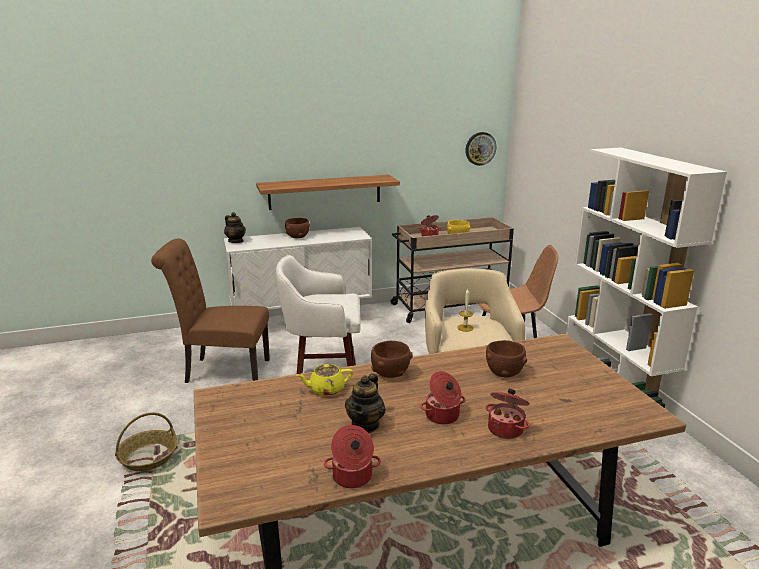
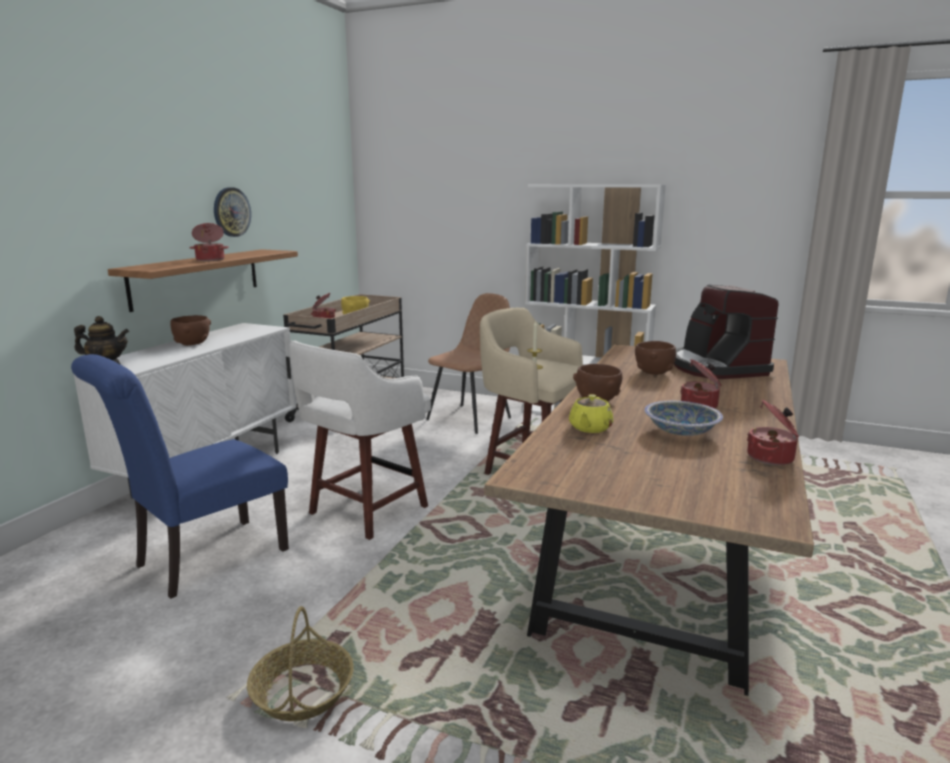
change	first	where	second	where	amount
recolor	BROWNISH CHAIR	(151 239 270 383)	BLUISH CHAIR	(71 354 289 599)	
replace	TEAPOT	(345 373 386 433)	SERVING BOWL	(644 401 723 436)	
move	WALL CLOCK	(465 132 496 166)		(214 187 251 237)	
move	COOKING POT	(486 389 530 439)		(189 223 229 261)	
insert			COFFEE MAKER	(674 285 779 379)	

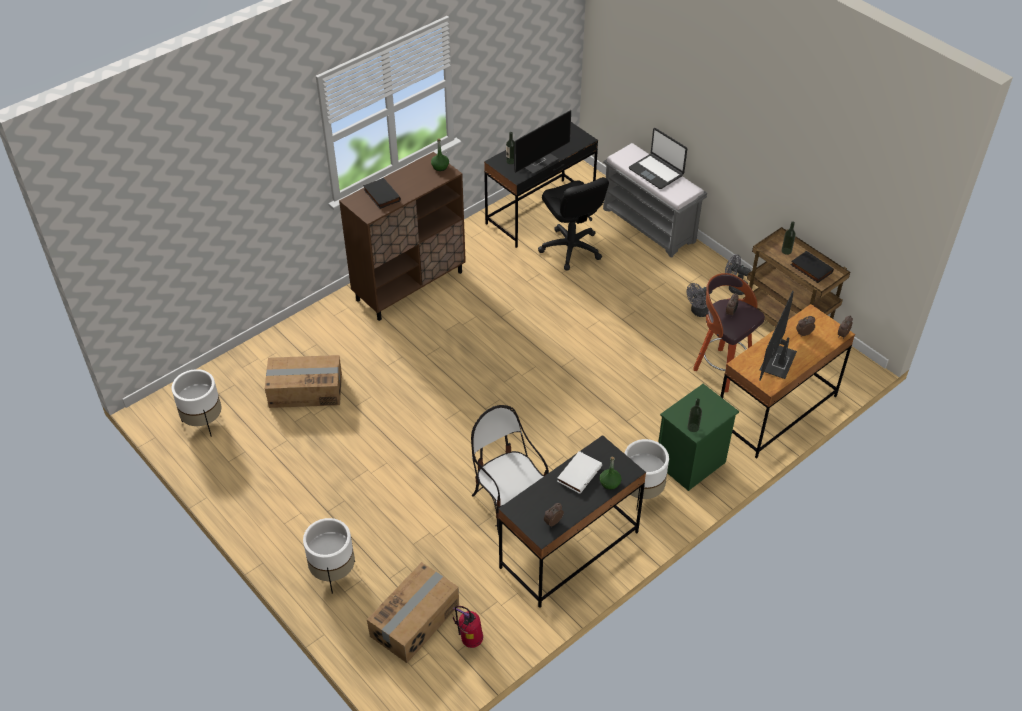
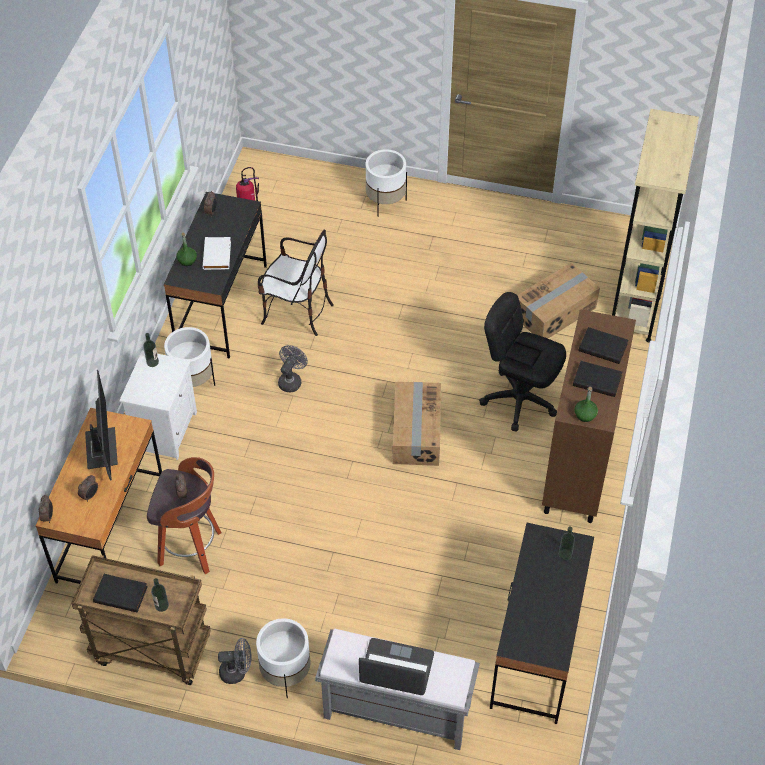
change	first	where	second	where	amount
move	WHITE-COLOURED FLOWER POT	(172 369 221 437)		(256 618 310 698)	
move	CARDBOARD BOX	(367 562 459 663)		(392 382 441 466)	
delete	COMPUTER SCREEN	(514 110 571 174)			
move	BLACKISH DESK CHAIR	(538 177 609 271)		(479 292 566 431)	
recolor	GREEN-COLOURED NIGHTSTAND	(658 384 739 491)	WHITE-COLOURED NIGHTSTAND	(119 351 197 460)	
move	GREYISH COOLING FAN	(687 283 713 317)		(278 345 308 392)	
insert			BLACKISH VOLUME	(573 361 622 397)	
insert			SAND-COLOURED SHELVING UNIT	(612 109 699 342)	

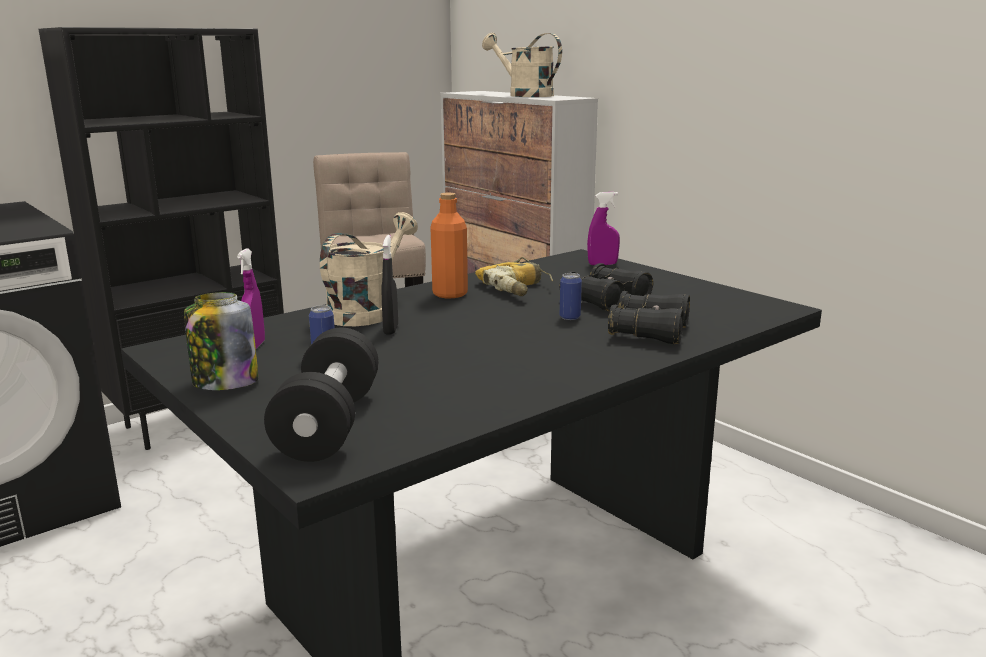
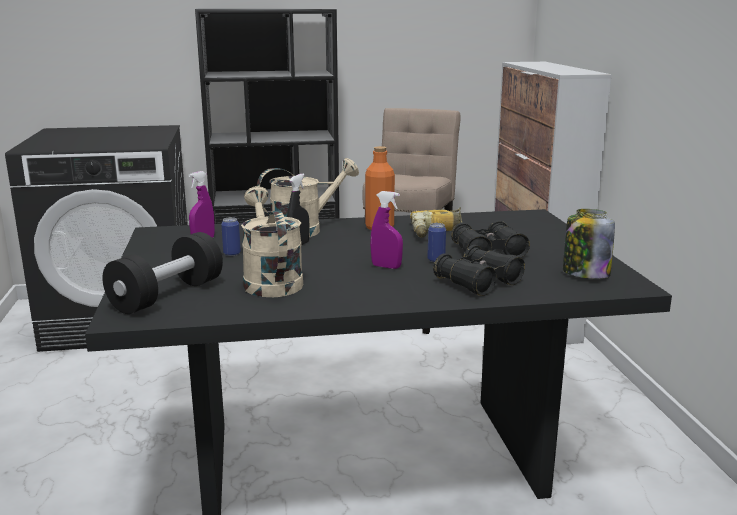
change	first	where	second	where	amount
move	JAR	(184 292 259 390)		(563 209 615 279)	
move	SAND-COLOURED WATERING POT	(482 33 562 97)		(241 186 303 297)	
move	PURPLISH HAND SPRAYER	(587 192 620 265)		(370 191 403 269)	

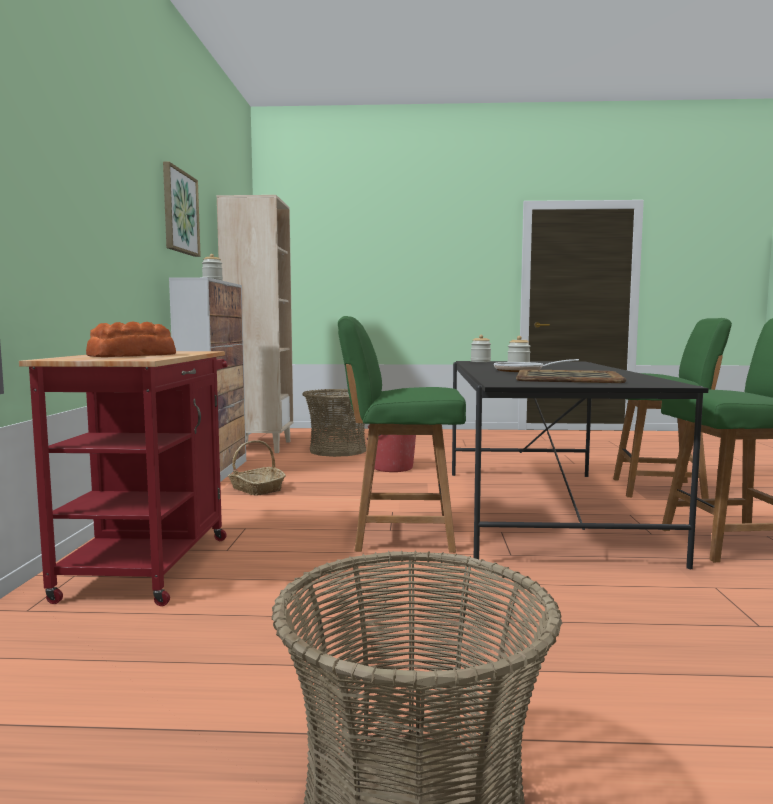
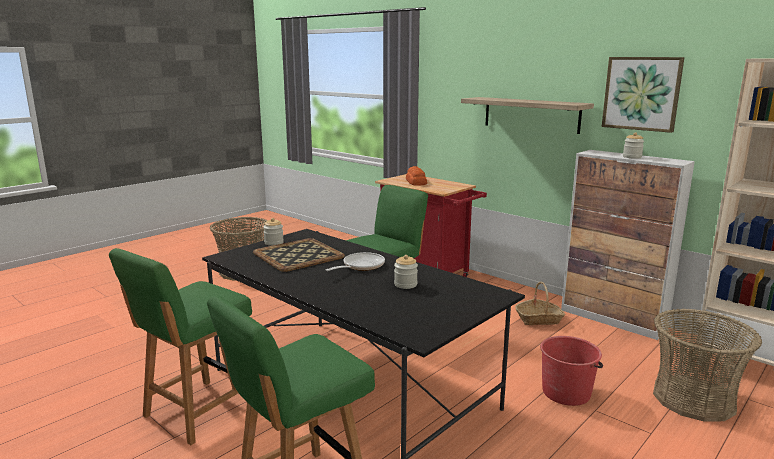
change	first	where	second	where	amount
move	JAR	(471 335 491 362)		(263 218 284 246)	
insert			SHELF	(461 97 594 134)	

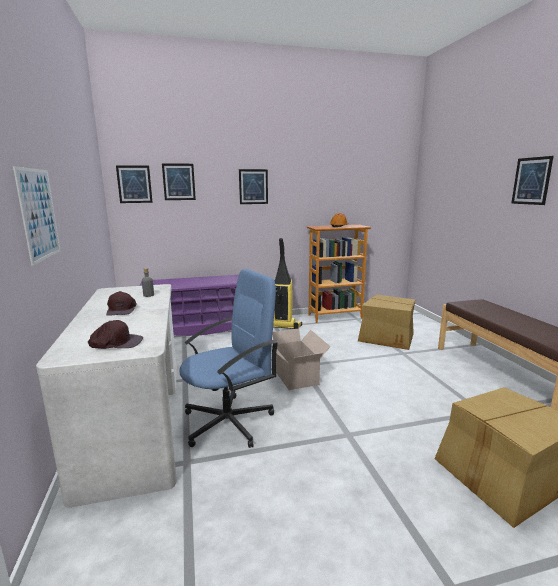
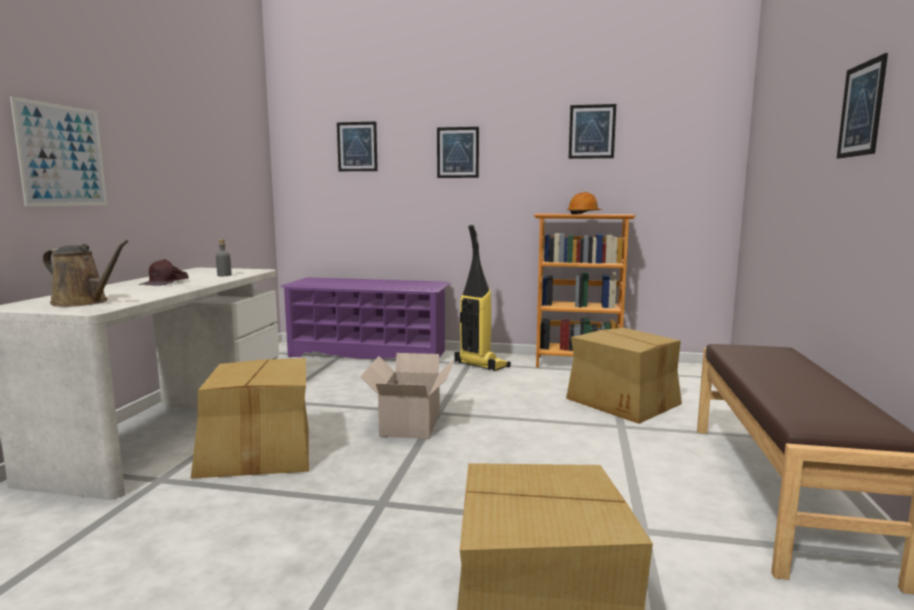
change	first	where	second	where	amount
replace	BROWNISH CAP	(88 320 143 349)	BROWNISH WATERING POT	(43 240 128 307)	
move	WALL ART	(116 165 153 203)		(569 104 616 159)	
replace	BLUISH DESK CHAIR	(180 269 279 448)	CARDBOARD BOX	(191 358 309 479)	

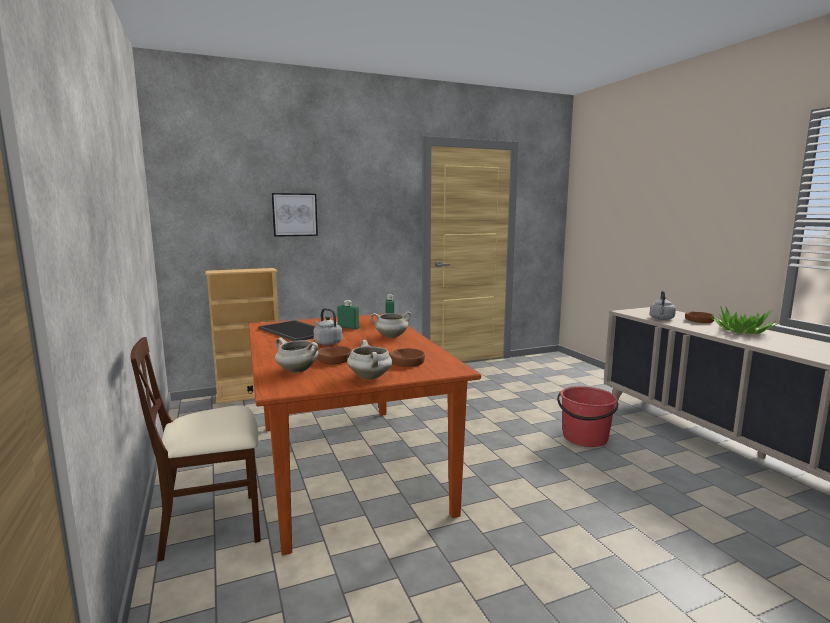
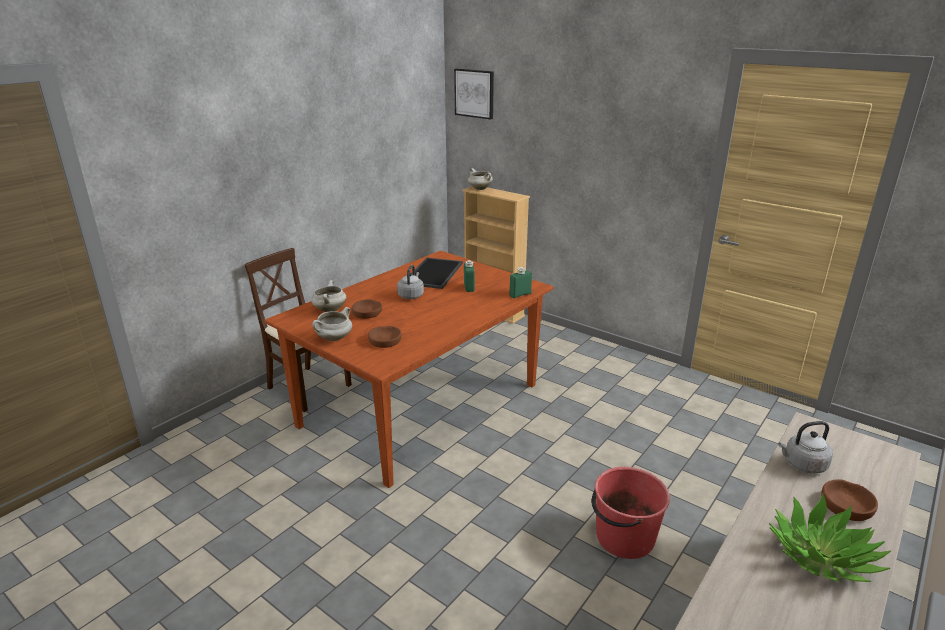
change	first	where	second	where	amount
move	WALL ART	(272 193 318 237)		(454 69 494 119)	
move	WHITE-COLOURED COOKING POT	(371 312 411 338)		(468 168 493 190)	

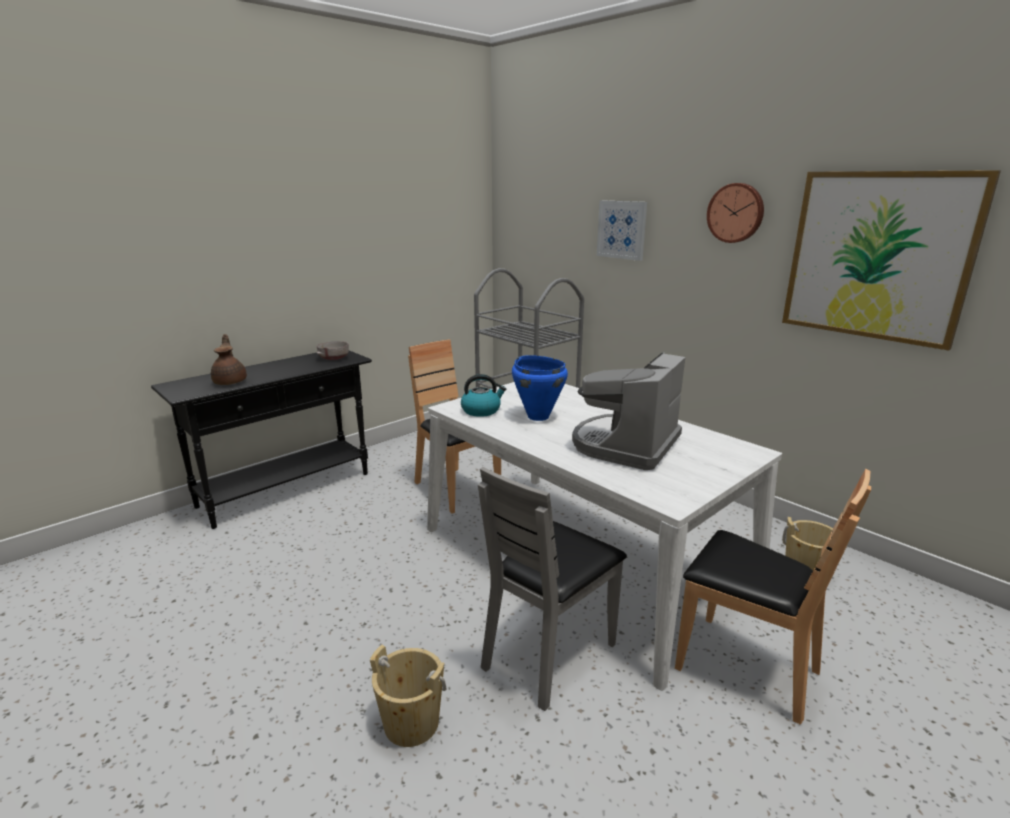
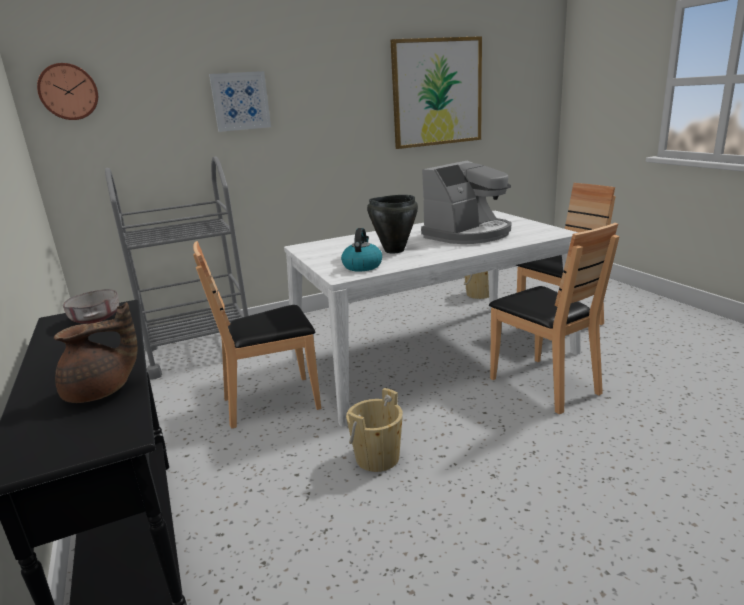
change	first	where	second	where	amount
rotate	BROWNISH TEAPOT	(211 334 247 385)		(54 302 137 403)	150 degrees clockwise
move	SAND-COLOURED WATER BUCKET	(370 645 446 747)		(346 388 403 472)	
recolor	GREYISH CHAIR	(478 467 627 711)	BROWNISH CHAIR	(489 223 620 414)	
recolor	BLUISH COOKING POT	(512 355 568 421)	BLACKISH COOKING POT	(367 195 418 253)	
rotate	COFFEE MAKER	(572 352 686 470)		(421 161 511 244)	90 degrees counterclockwise
move	WALL CLOCK	(707 183 764 243)		(37 63 98 120)	

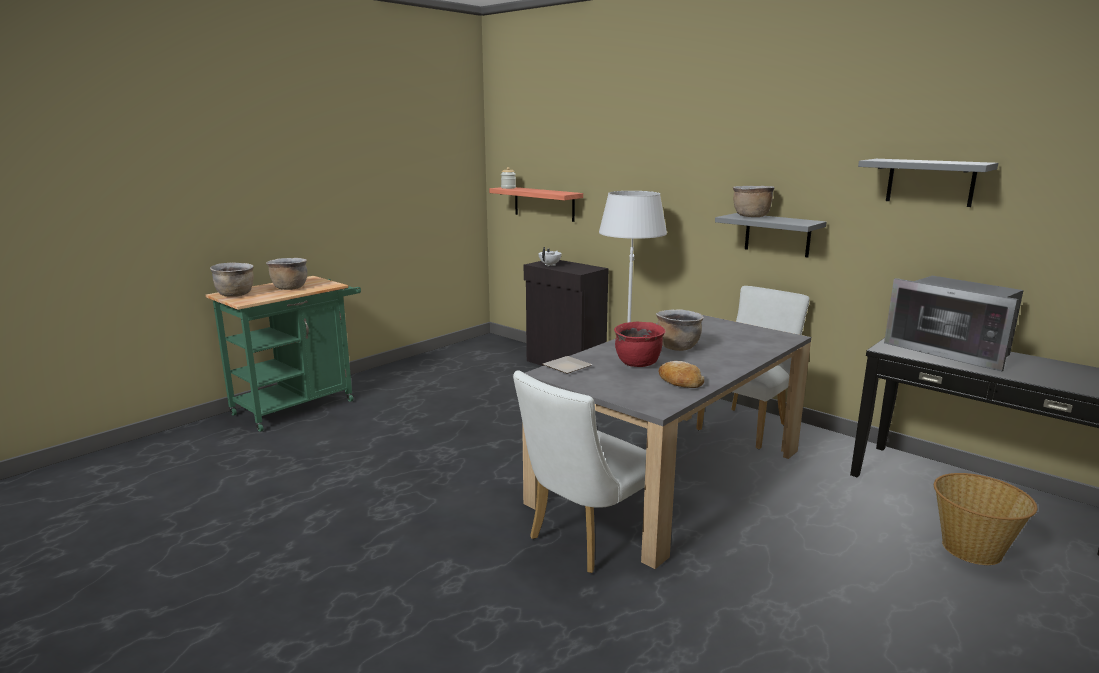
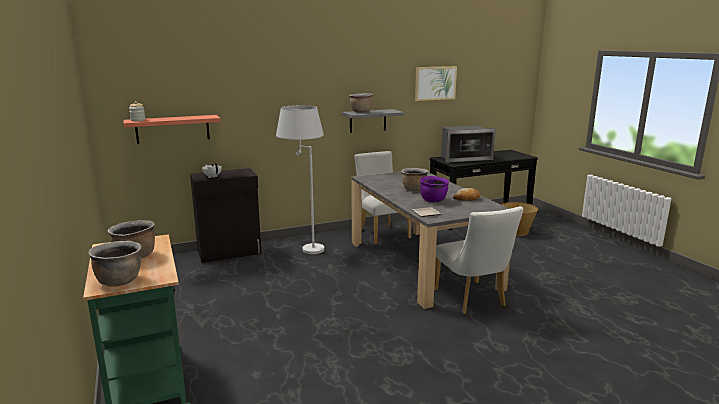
change	first	where	second	where	amount
recolor	RED-COLOURED COOKING POT	(614 322 665 367)	PURPLISH COOKING POT	(420 176 449 202)	
replace	GREYISH SHELF	(858 159 998 207)	WALL ART	(415 66 457 101)	

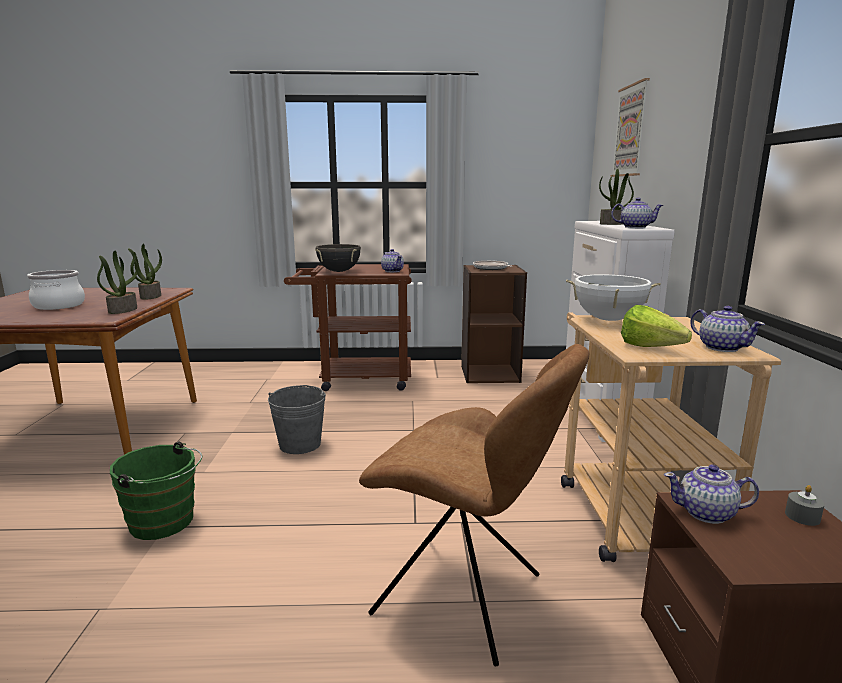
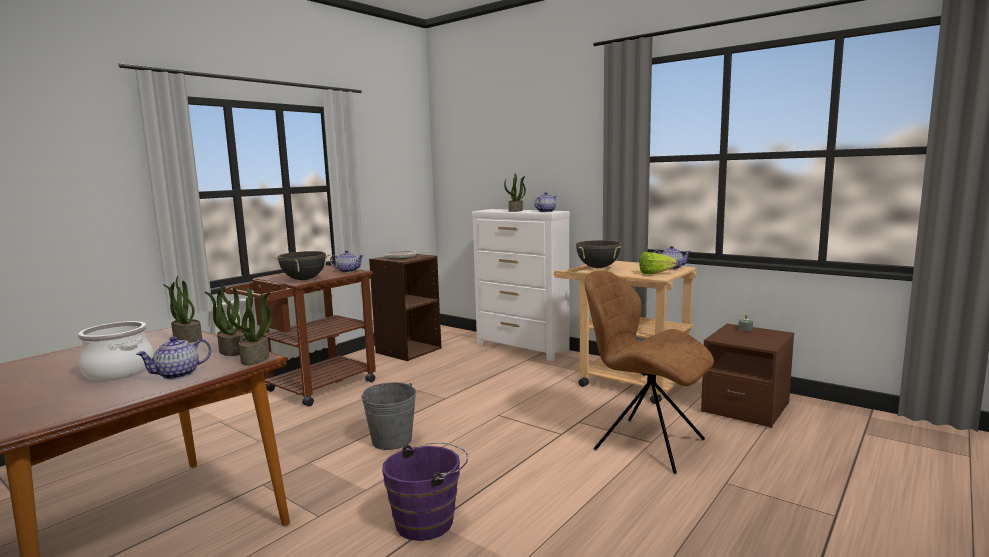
change	first	where	second	where	amount
recolor	GREEN-COLOURED WATER BUCKET	(110 441 202 540)	PURPLISH WATER BUCKET	(382 442 468 541)	
rotate	BROWNISH CHAIR	(359 344 589 667)		(584 271 714 474)	120 degrees counterclockwise
recolor	WHITE-COLOURED COOKING POT	(566 274 661 321)	BLACKISH COOKING POT	(576 240 621 268)	
delete	WALL ART	(610 78 650 177)			
move	TEAPOT	(664 464 759 524)		(136 336 211 379)	
insert			HOUSEPLANT	(227 288 272 365)	

